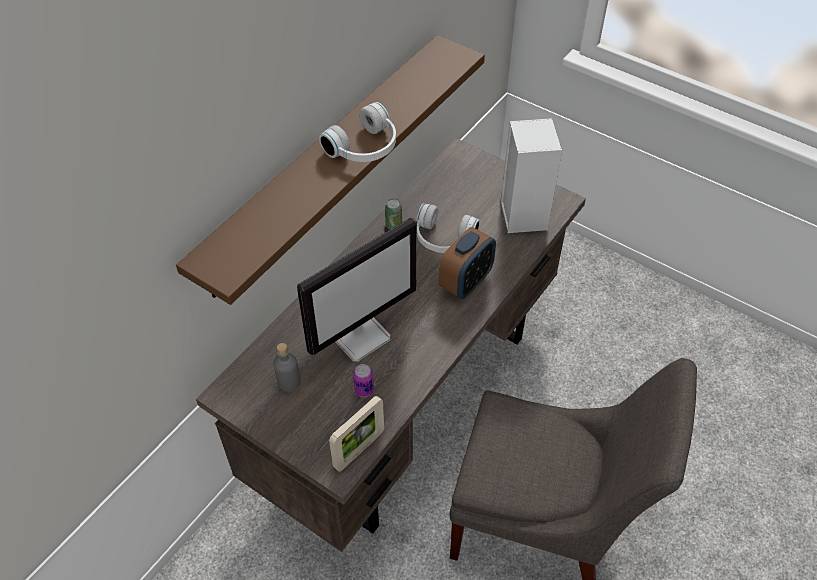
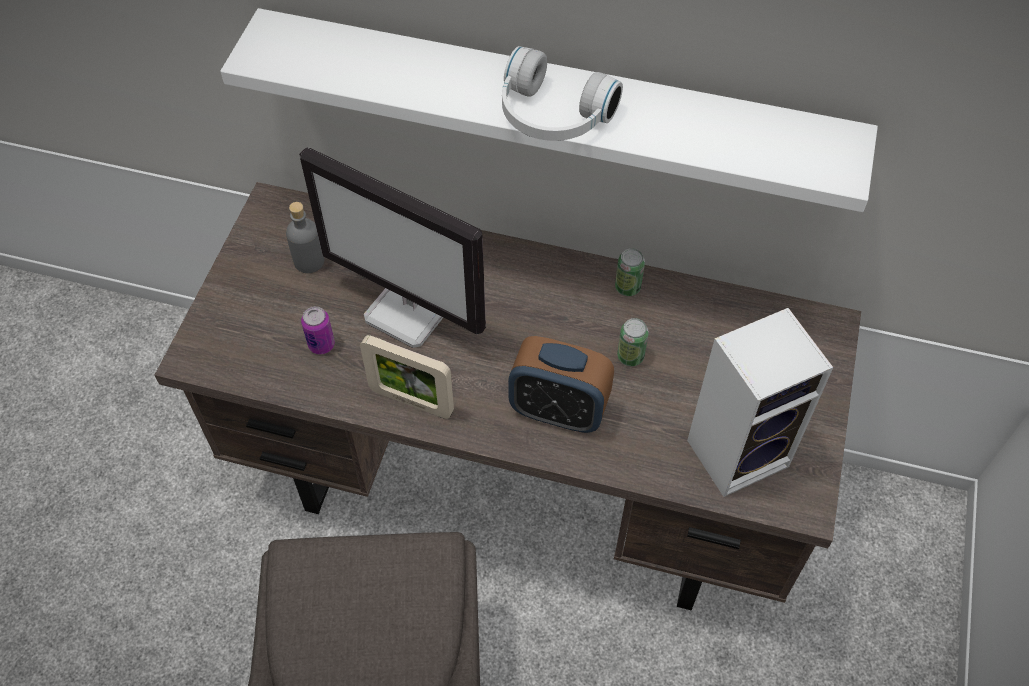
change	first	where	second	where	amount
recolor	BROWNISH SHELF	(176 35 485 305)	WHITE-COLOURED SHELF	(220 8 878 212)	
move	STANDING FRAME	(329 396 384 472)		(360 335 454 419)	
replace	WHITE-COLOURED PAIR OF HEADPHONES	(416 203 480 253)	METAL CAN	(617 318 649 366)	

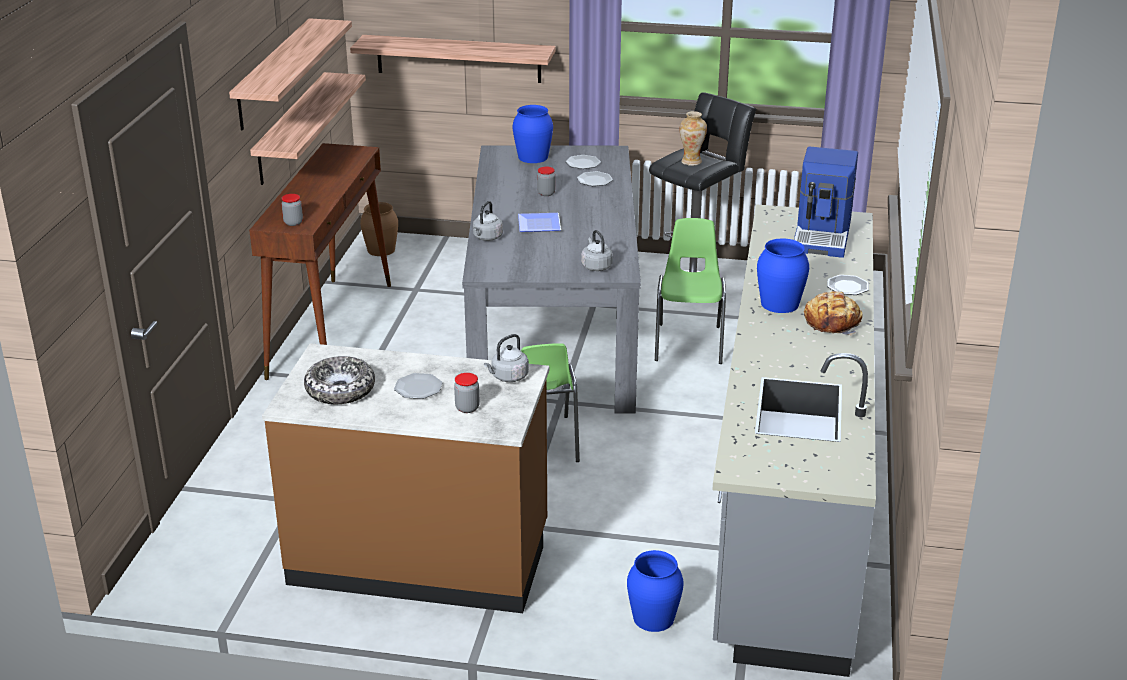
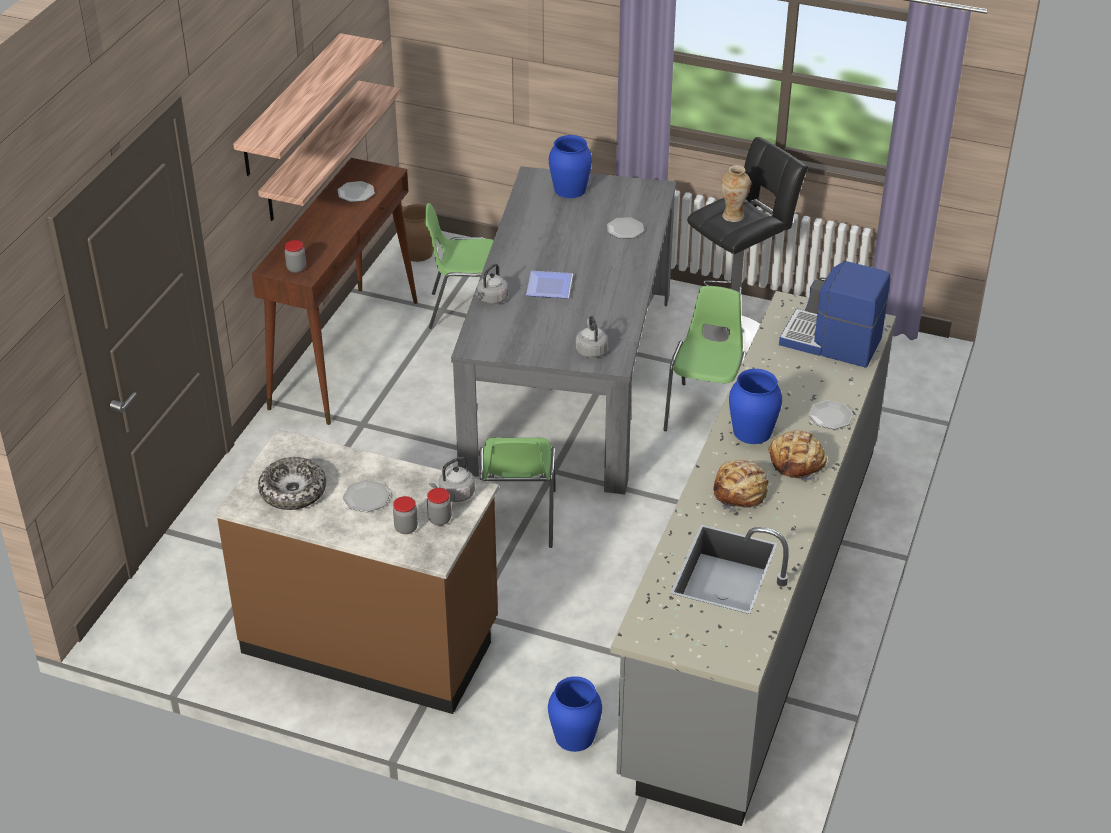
change	first	where	second	where	amount
delete	SHELF	(350 35 556 83)			
move	JAR	(537 166 555 196)		(427 488 451 526)	
move	PLATE	(566 155 601 169)		(338 181 375 202)	
rotate	COFFEE MAKER	(794 146 858 258)		(779 261 890 368)	90 degrees clockwise
insert			GREEN-COLOURED CHAIR	(425 203 494 329)	
insert			BREAD	(713 460 768 511)	

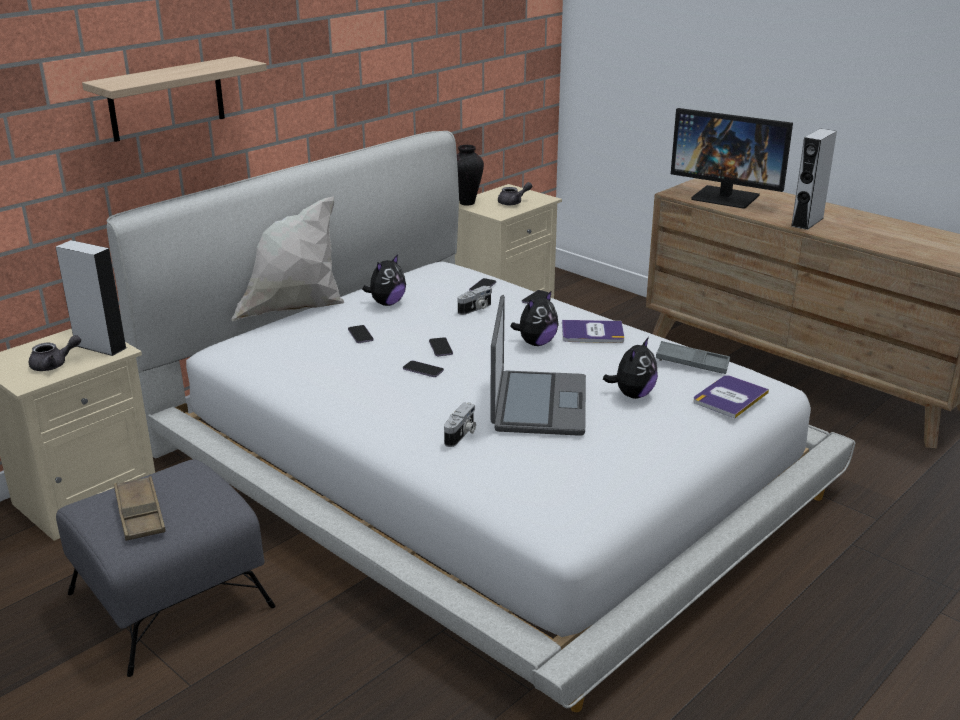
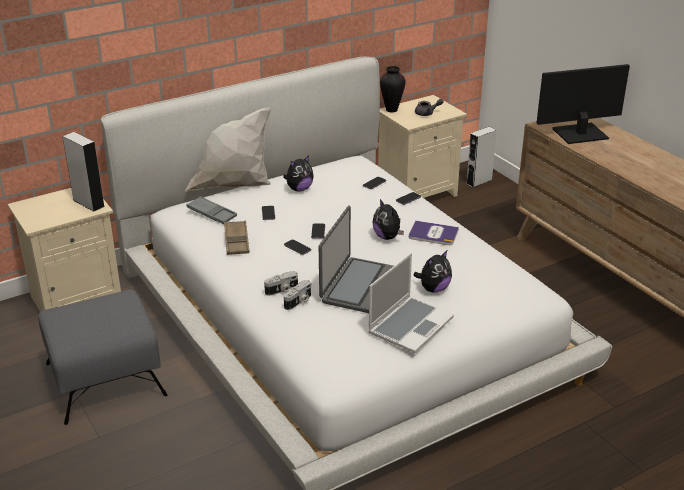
change	first	where	second	where	amount
delete	GREYISH TEAPOT	(29 335 81 371)			
delete	SHELF	(82 56 267 142)			
move	BROWNISH SERVING TRAY	(114 476 166 541)		(224 221 250 255)	
move	PHOTO CAMERA	(458 286 492 315)		(264 271 298 296)	
rotate	PLUSH TOY	(510 291 559 346)		(373 199 404 240)	90 degrees clockwise
move	GREYISH SERVING TRAY	(656 341 730 374)		(187 196 237 225)	
rotate	COMPUTER SCREEN	(671 108 793 209)		(537 64 630 144)	120 degrees clockwise
delete	VOLUME	(693 375 769 418)			
move	GREYISH SPEAKER	(792 128 837 230)		(466 127 497 188)	
insert			PORTABLE COMPUTER	(368 253 454 353)	

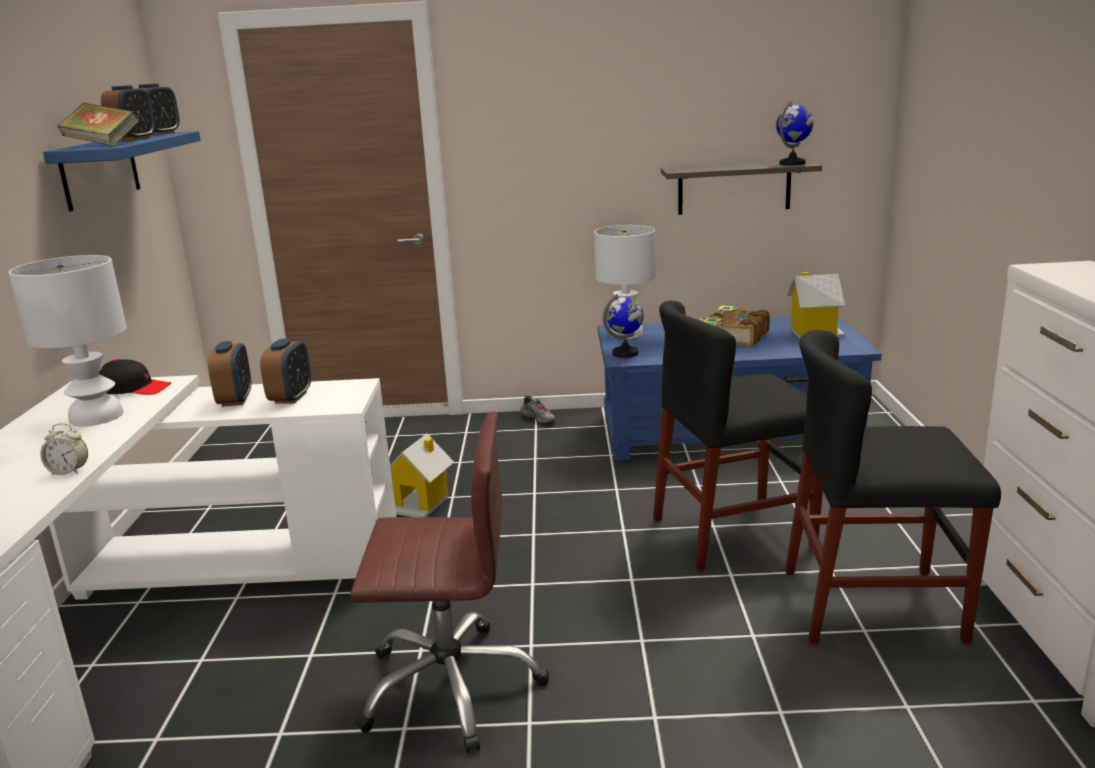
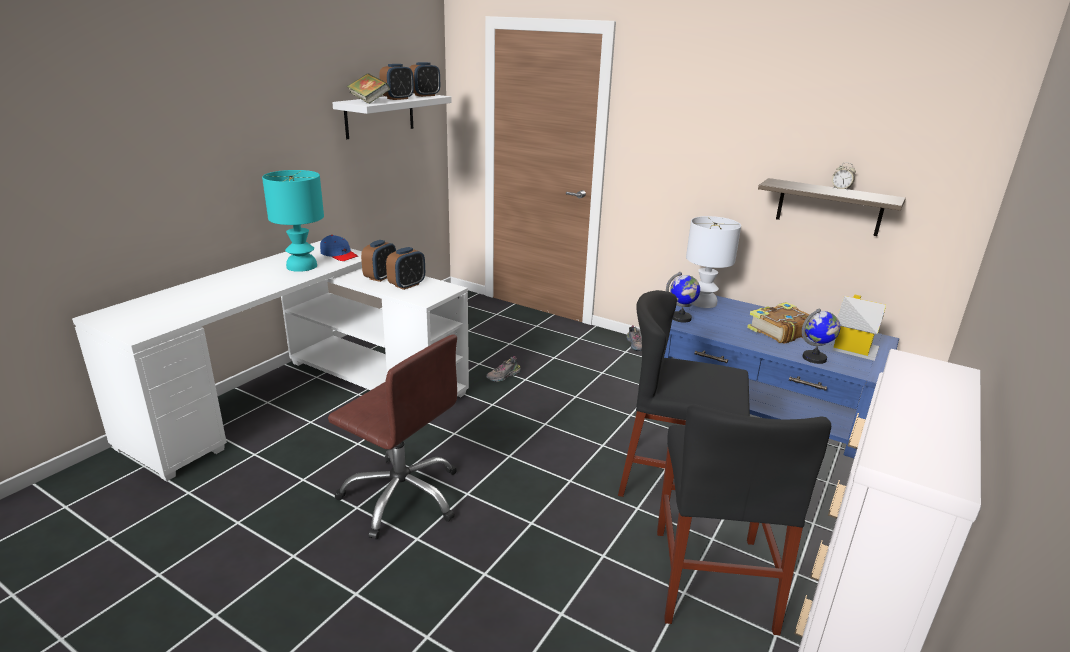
change	first	where	second	where	amount
recolor	WHITE-COLOURED TABLETOP LAMP	(8 255 127 426)	BLUE-GREEN TABLETOP LAMP	(262 170 324 272)	
move	BEDSIDE CLOCK	(40 423 88 475)		(832 163 856 191)	
recolor	BLUISH SHELF	(43 131 201 212)	WHITE-COLOURED SHELF	(332 93 452 139)	
recolor	BLACKISH CAP	(99 359 172 395)	BLUISH CAP	(320 235 358 261)	
replace	TOY HOUSE	(390 434 454 517)	ITEM OF FOOTWEAR	(486 356 521 382)	
move	WORLD GLOBE	(776 101 814 166)		(802 308 840 364)	
rotate	BLACKISH CHAIR	(785 330 1001 644)		(657 405 831 635)	120 degrees counterclockwise

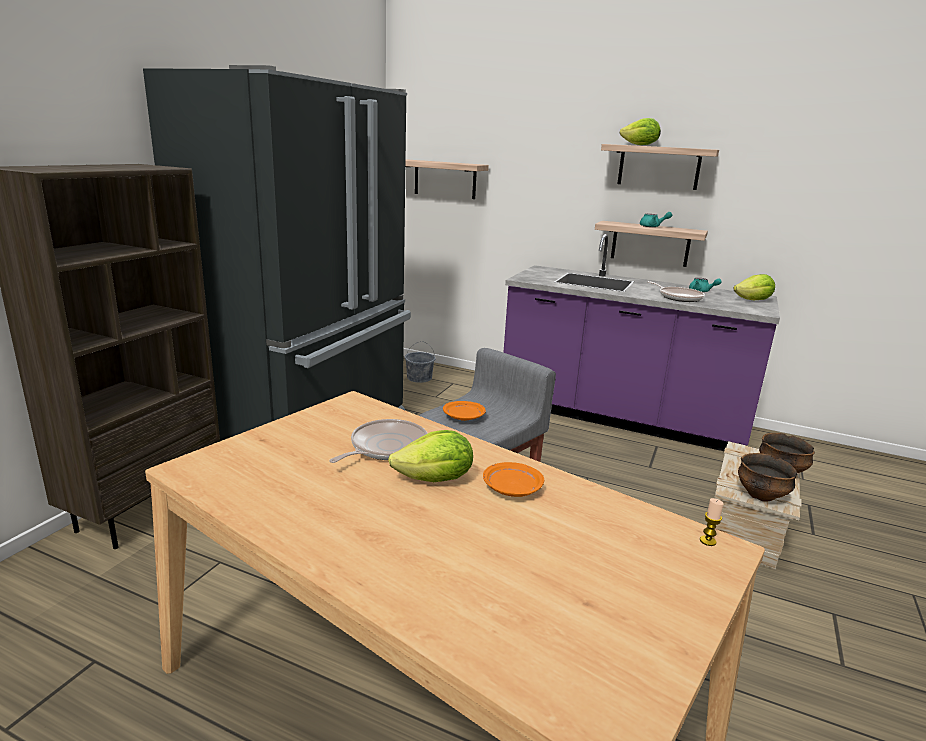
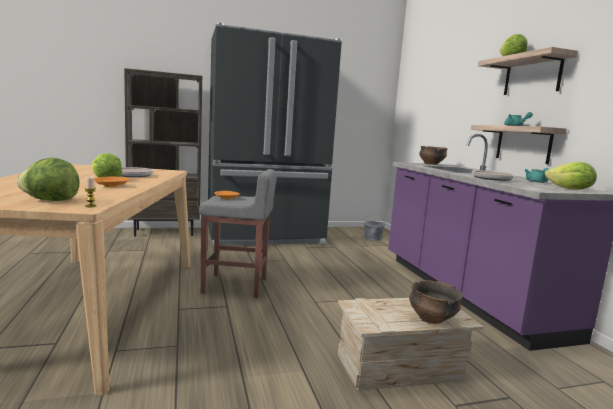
change	first	where	second	where	amount
delete	SHELF	(405 159 489 199)			
move	SERVING BOWL	(738 453 798 501)		(419 146 448 165)	
insert			LETTUCE HEAD	(17 158 80 201)	

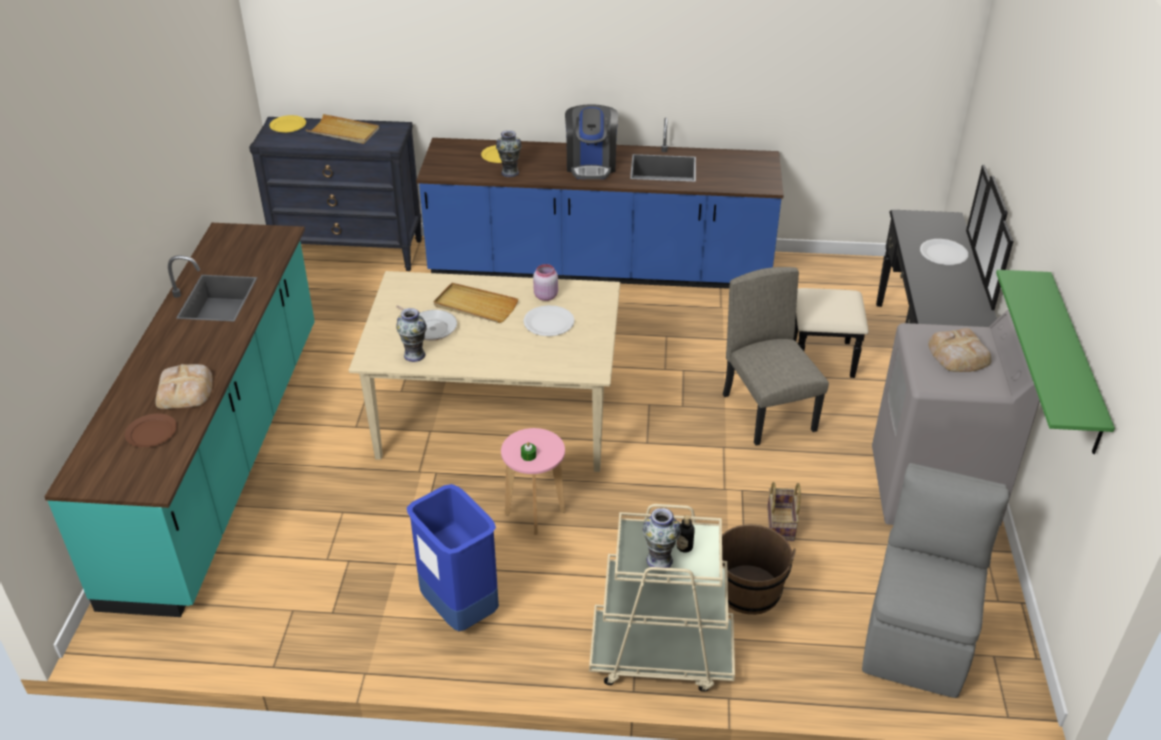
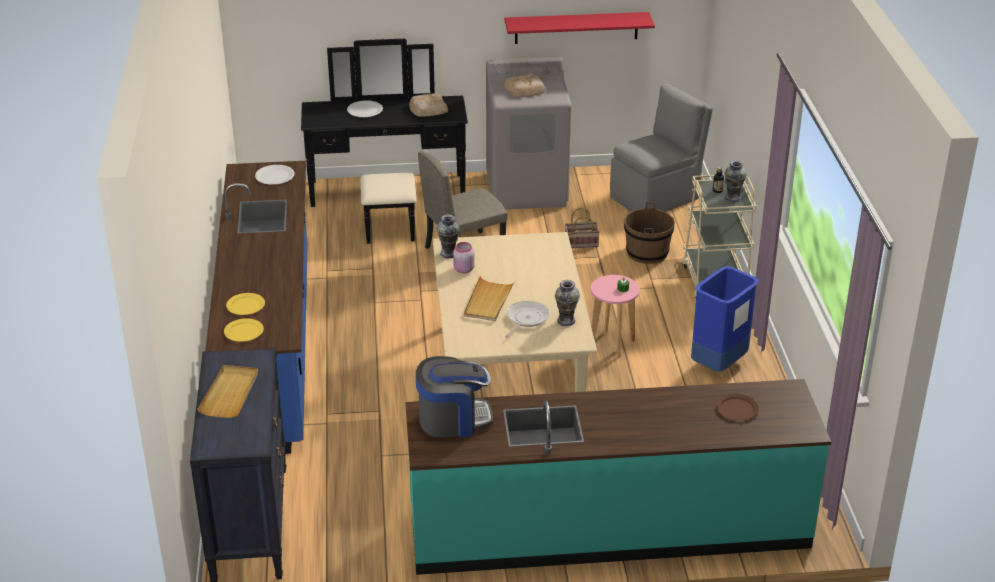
change	first	where	second	where	amount
move	BREAD	(155 364 212 409)		(409 93 448 117)	
move	YELLOW PLATE	(269 115 306 133)		(224 318 264 342)	
move	VASE	(496 130 522 177)		(436 215 460 258)	
move	WHITE-COLOURED PLATE	(523 305 574 336)		(255 165 295 185)	
move	COFFEE MAKER	(565 104 618 179)		(416 356 493 437)	
rotate	GREYISH CHAIR	(862 463 1010 698)		(610 83 713 212)	135 degrees clockwise
recolor	GREEN-COLOURED SHELF	(996 270 1115 454)	RED-COLOURED SHELF	(504 12 655 44)	

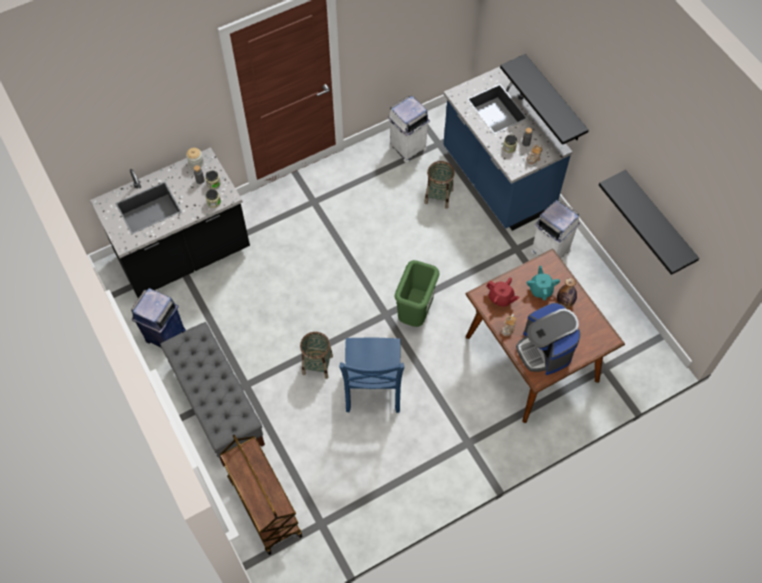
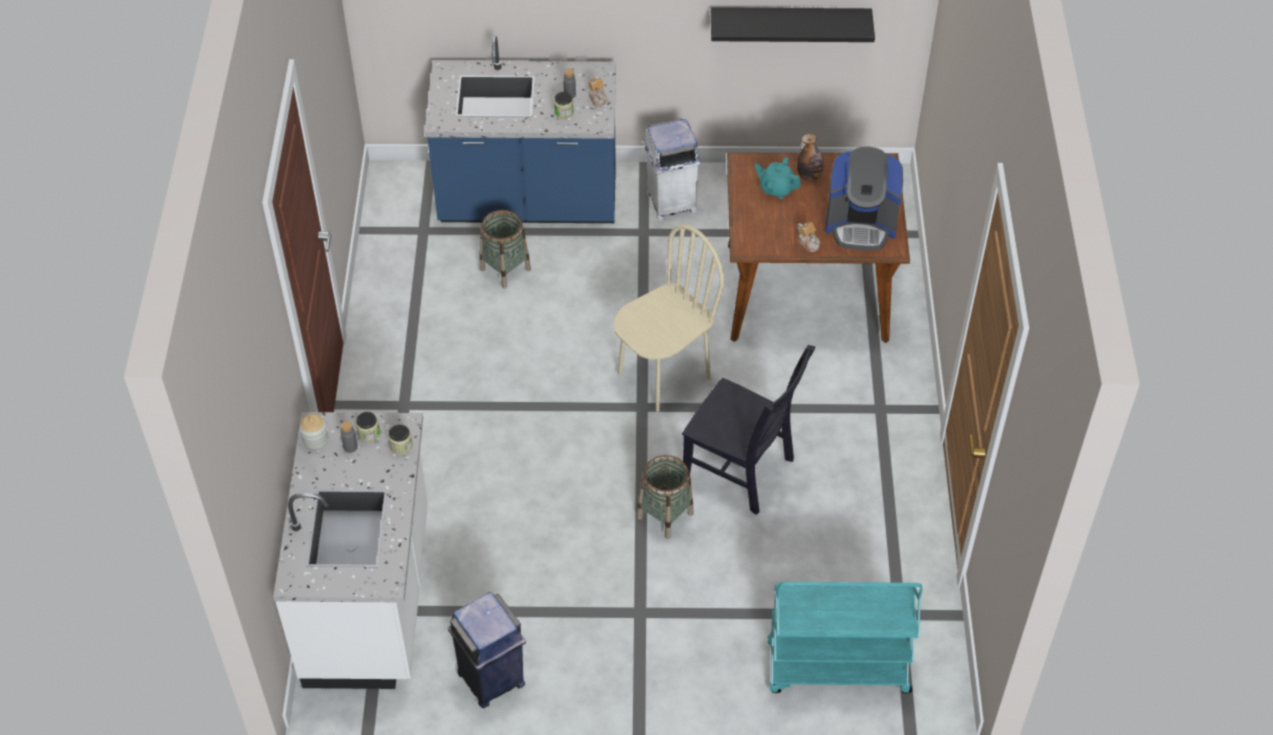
change	first	where	second	where	amount
recolor	BLACKISH COUNTER	(90 147 250 298)	WHITE-COLOURED COUNTER	(273 412 428 689)	
delete	GREYISH BENCH	(160 322 265 467)			
recolor	BROWNISH TROLLEY	(220 434 303 555)	BLUE-GREEN TROLLEY	(768 582 923 694)	
recolor	BLUISH CHAIR	(339 337 405 413)	BLACKISH CHAIR	(682 345 815 515)	
delete	WHITE-COLOURED TRASH CAN	(388 96 430 163)			
replace	GREEN-COLOURED TRASH CAN	(394 260 440 327)	SAND-COLOURED CHAIR	(613 224 724 412)	
delete	RED-COLOURED TEAPOT	(486 278 519 307)			
delete	BLACKISH SHELF	(500 54 589 145)			

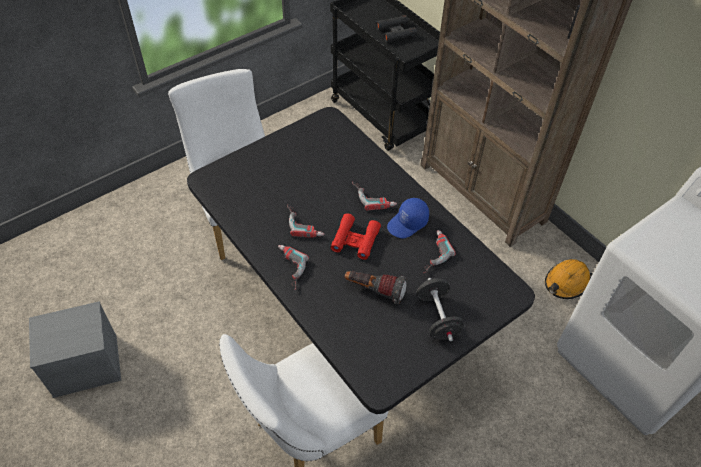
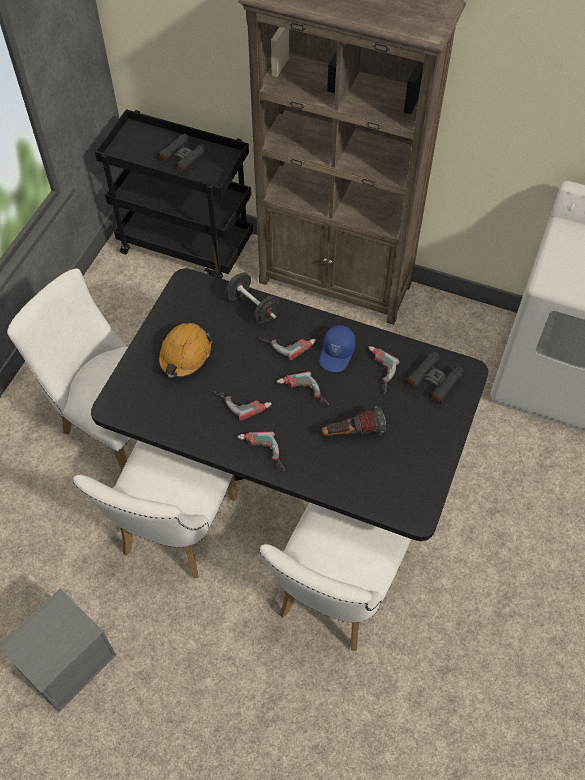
change	first	where	second	where	amount
replace	RED-COLOURED FIELD GLASSES	(331 213 381 260)	ELECTRIC DRILL	(277 371 329 405)	
move	BLACKISH DUMBBELL	(417 278 465 341)		(225 273 279 324)	
move	ORANGE HARD HAT	(545 259 593 299)		(158 323 213 379)	
insert			WHITE-COLOURED CHAIR	(73 441 237 578)	
insert			BLACKISH FIELD GLASSES	(405 351 464 404)	

